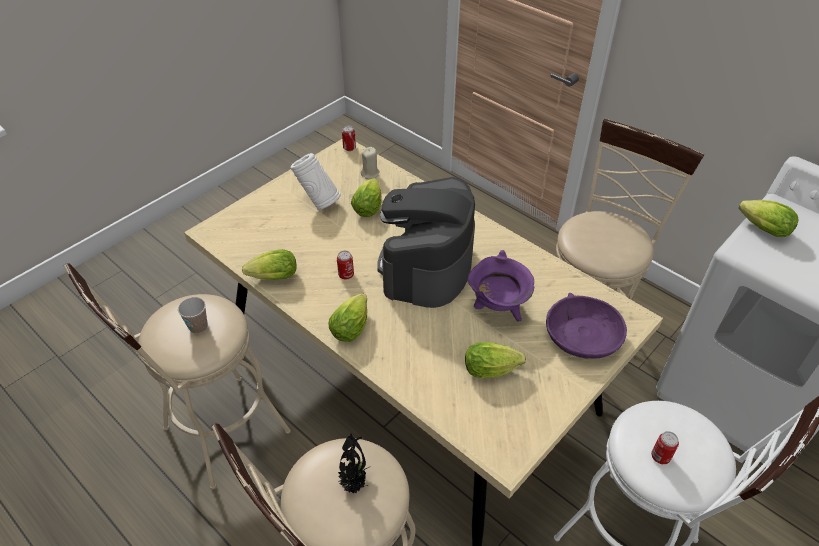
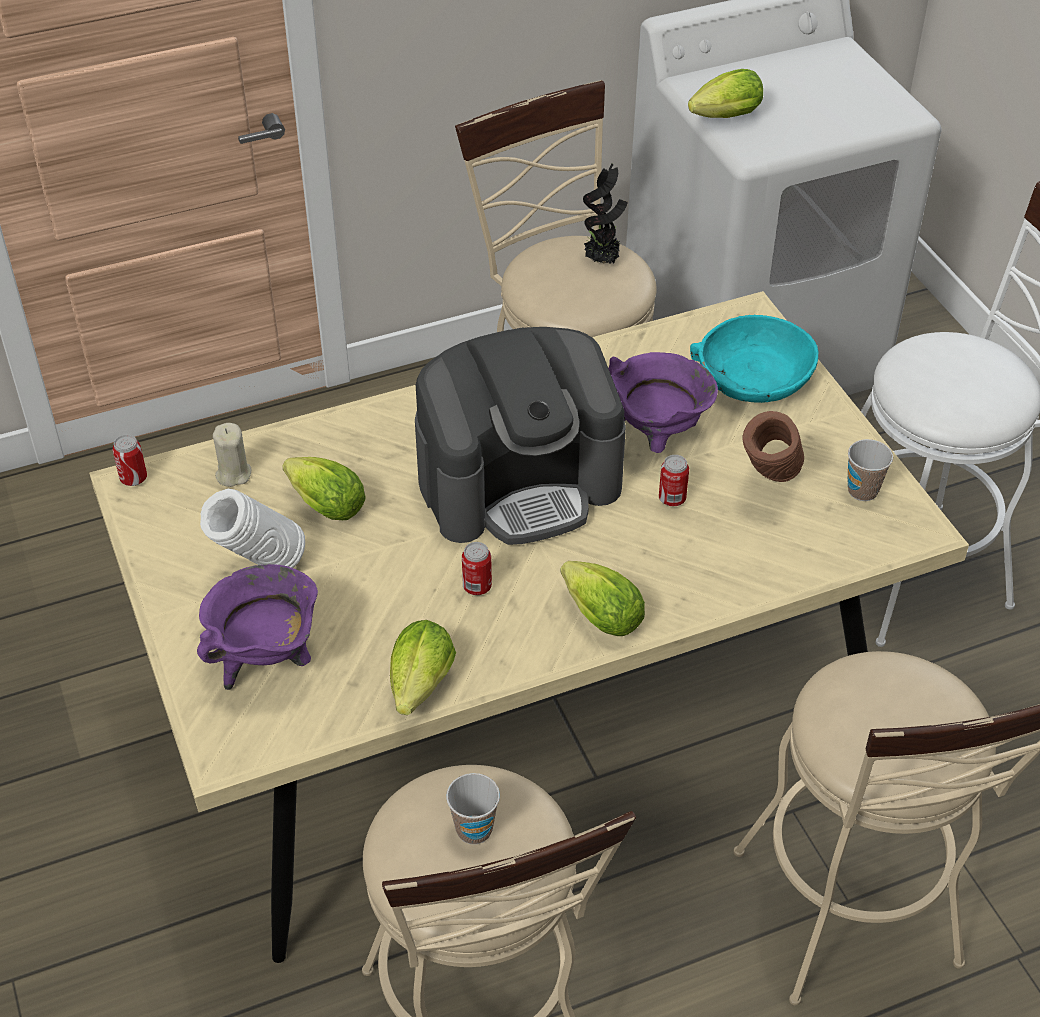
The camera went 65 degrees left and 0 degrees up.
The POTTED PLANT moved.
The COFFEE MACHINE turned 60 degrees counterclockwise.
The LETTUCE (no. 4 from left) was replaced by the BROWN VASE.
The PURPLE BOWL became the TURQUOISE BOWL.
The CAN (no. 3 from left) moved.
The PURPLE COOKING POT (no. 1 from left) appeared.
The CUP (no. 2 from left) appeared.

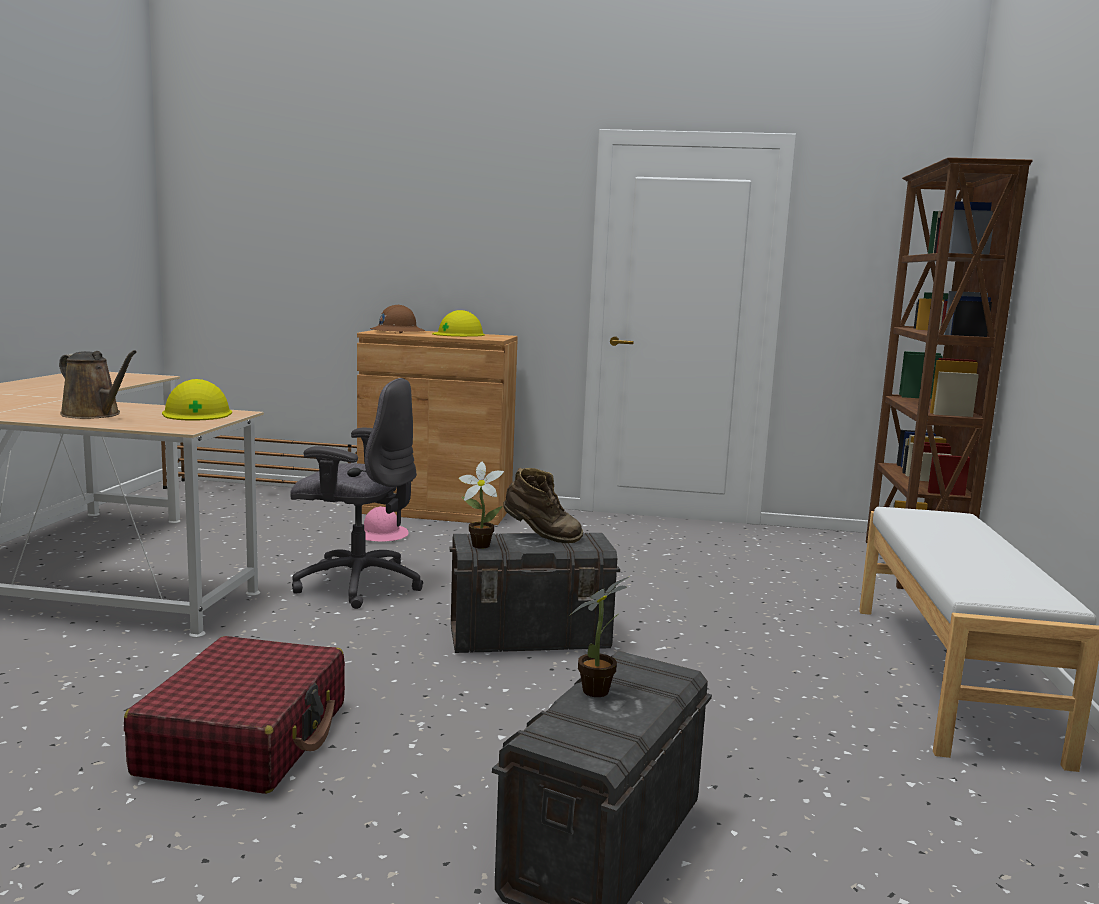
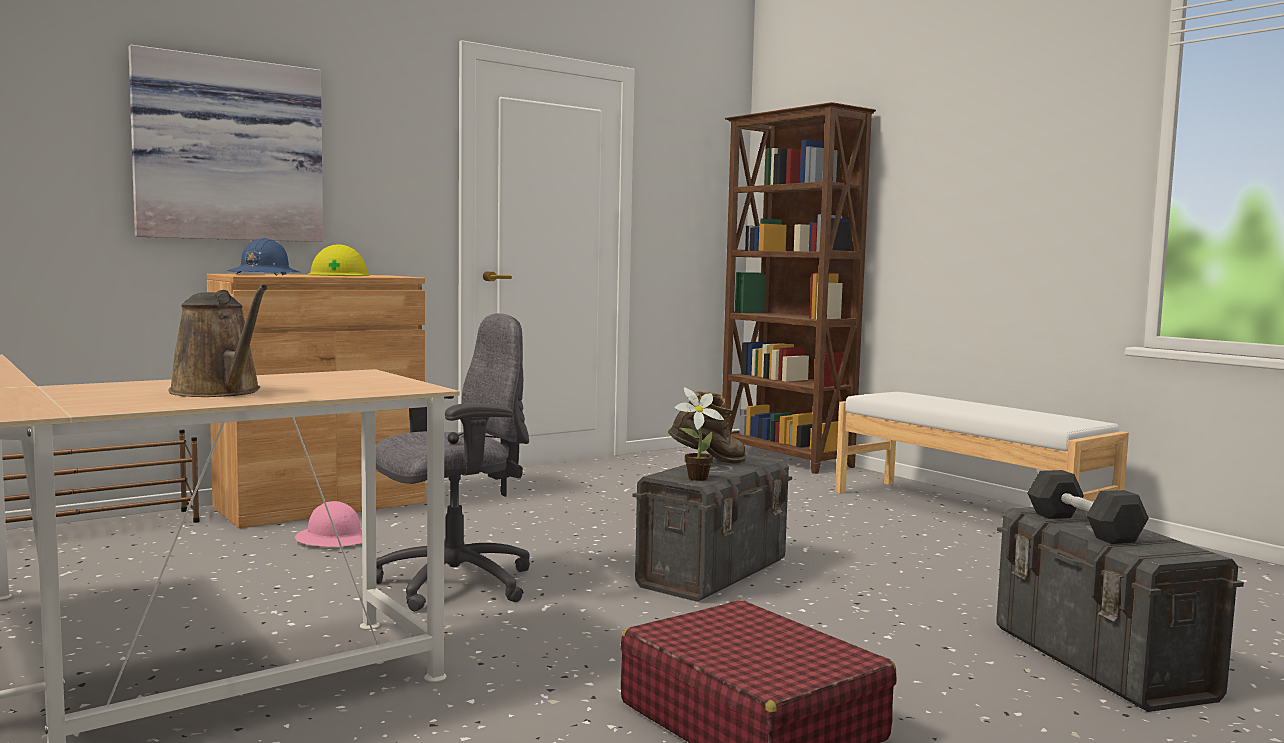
The camera went 45 degrees left and 5 degrees down.
The BROWN WATERING CAN turned 60 degrees clockwise.
The YELLOW HARD HAT (no. 1 from left) disappeared.
The BROWN HARD HAT became the BLUE HARD HAT.
The POTTED PLANT (no. 2 from left) was replaced by the BLACK DUMBBELL.
The PICTURE appeared.

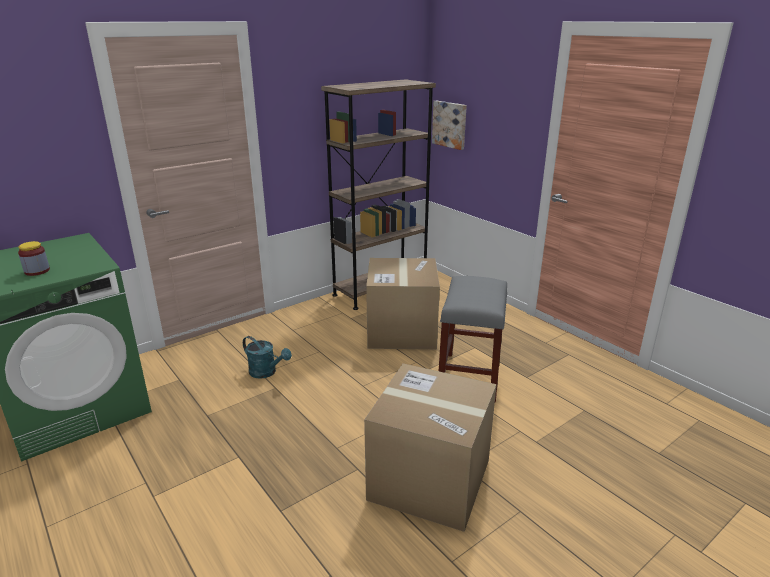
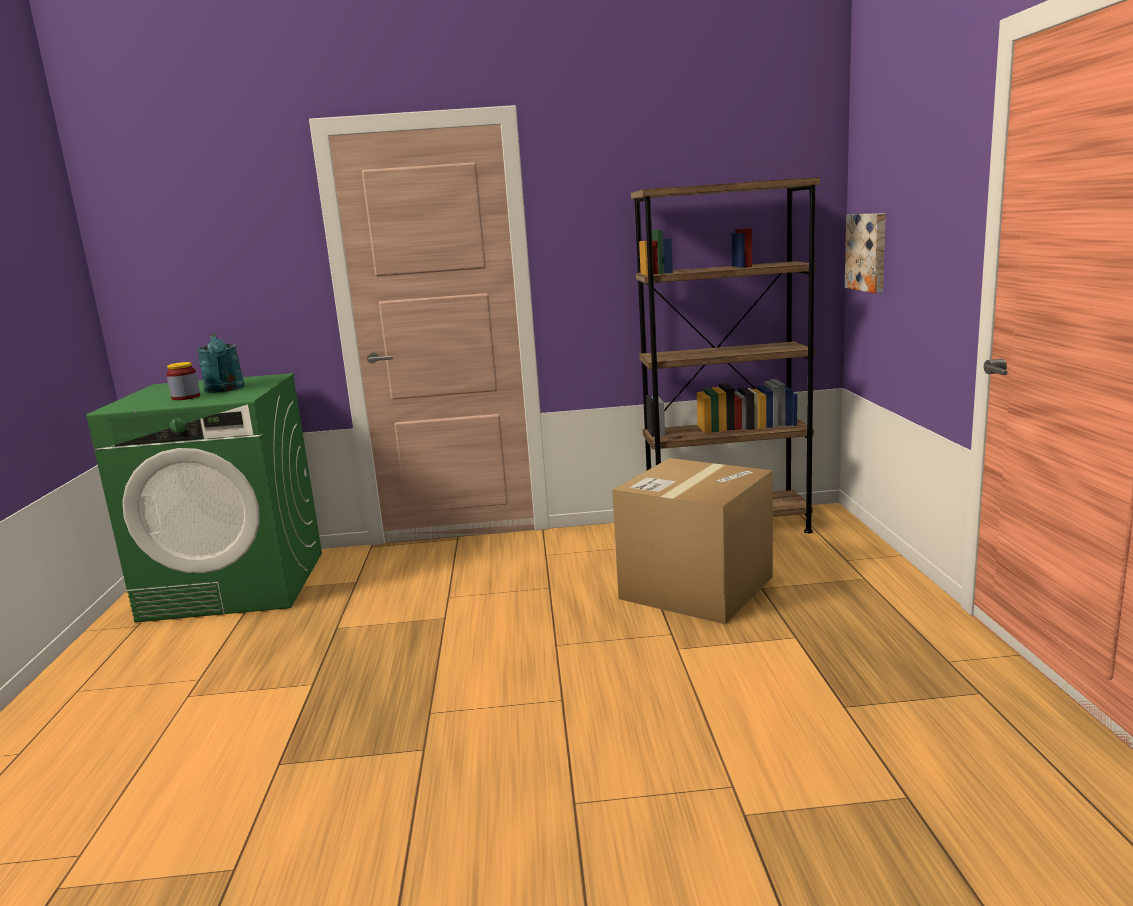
The camera went 35 degrees right and 10 degrees down.
The TURQUOISE WATERING CAN moved.
The CARDBOARD BOX (no. 2 from left) disappeared.
The GREY STOOL disappeared.

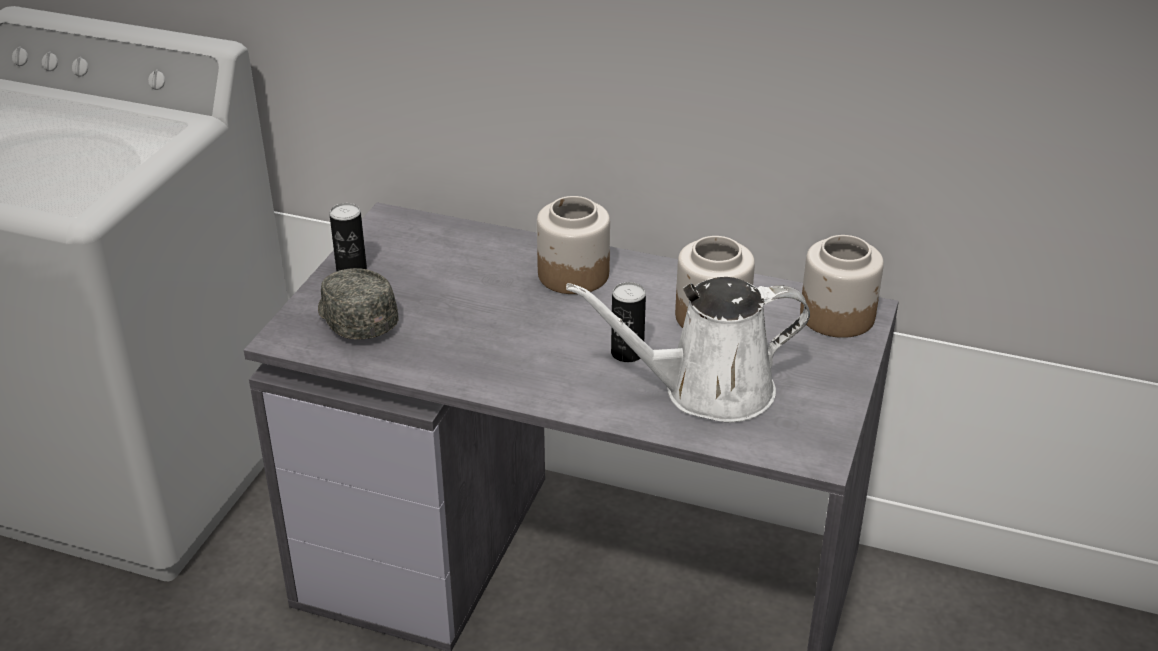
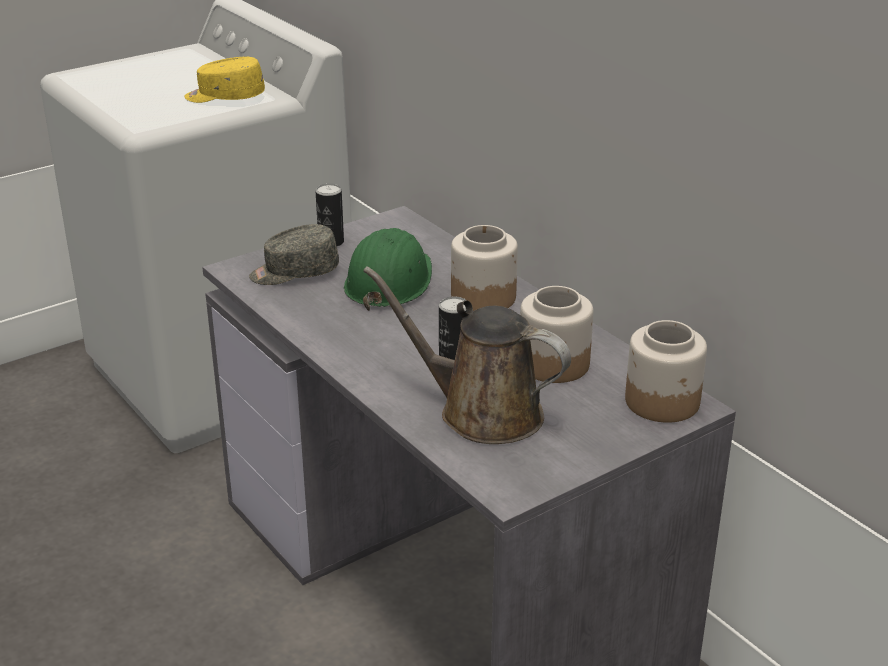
The camera went 35 degrees right and 5 degrees down.
The GREY CAP turned 105 degrees counterclockwise.
The WHITE WATERING CAN became the BROWN WATERING CAN.
The YELLOW CAP appeared.
The GREEN HARD HAT appeared.

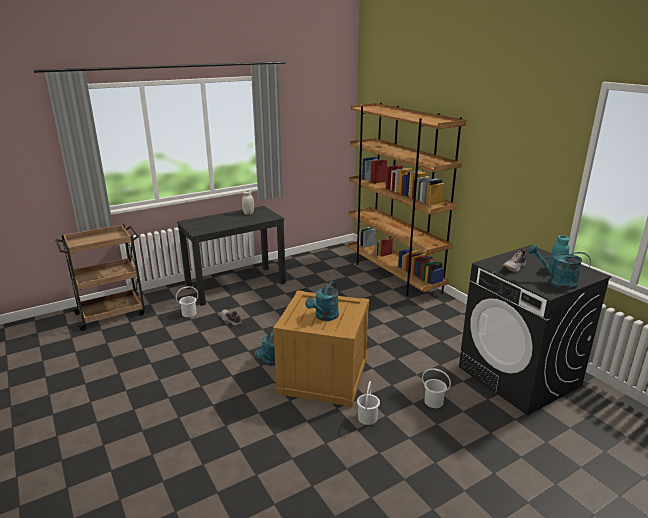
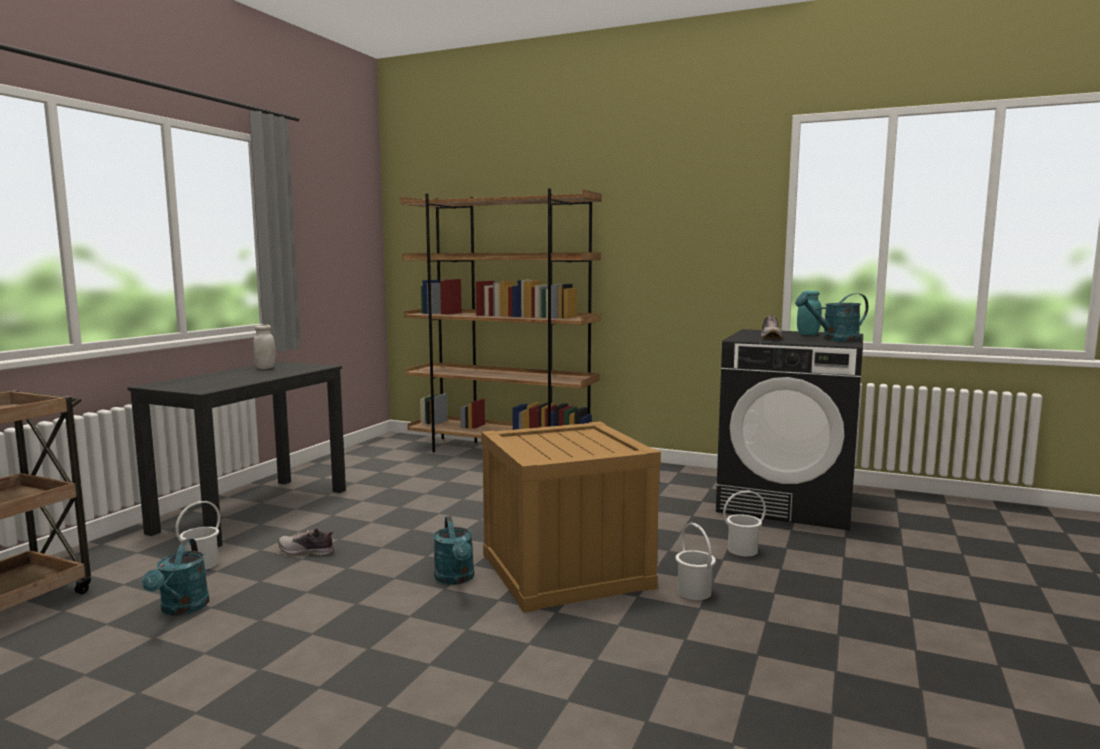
The camera went 35 degrees left and 15 degrees down.
The TURQUOISE WATERING CAN (no. 2 from left in the first image) moved.

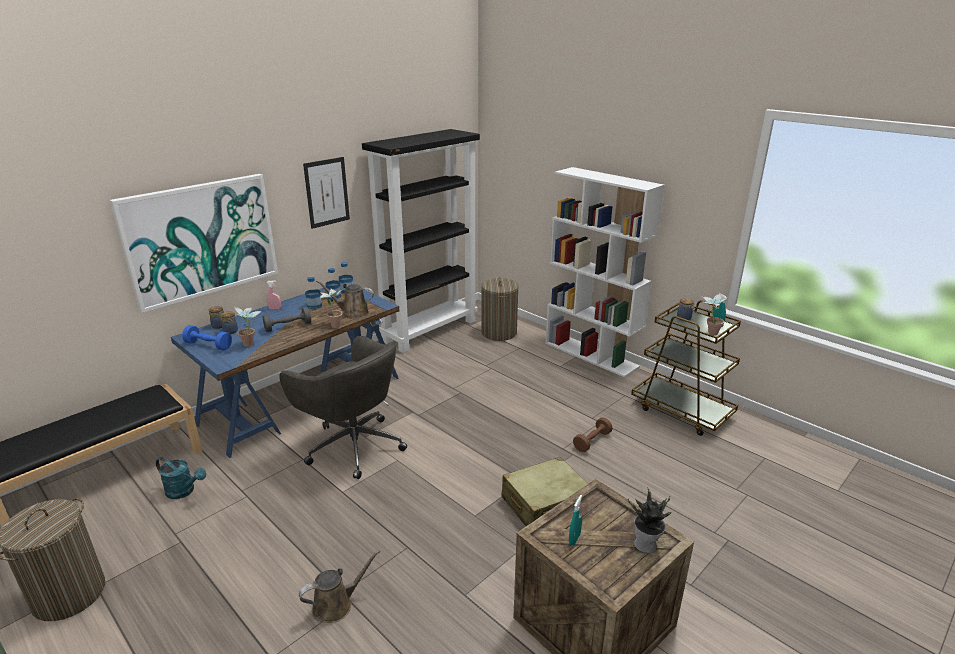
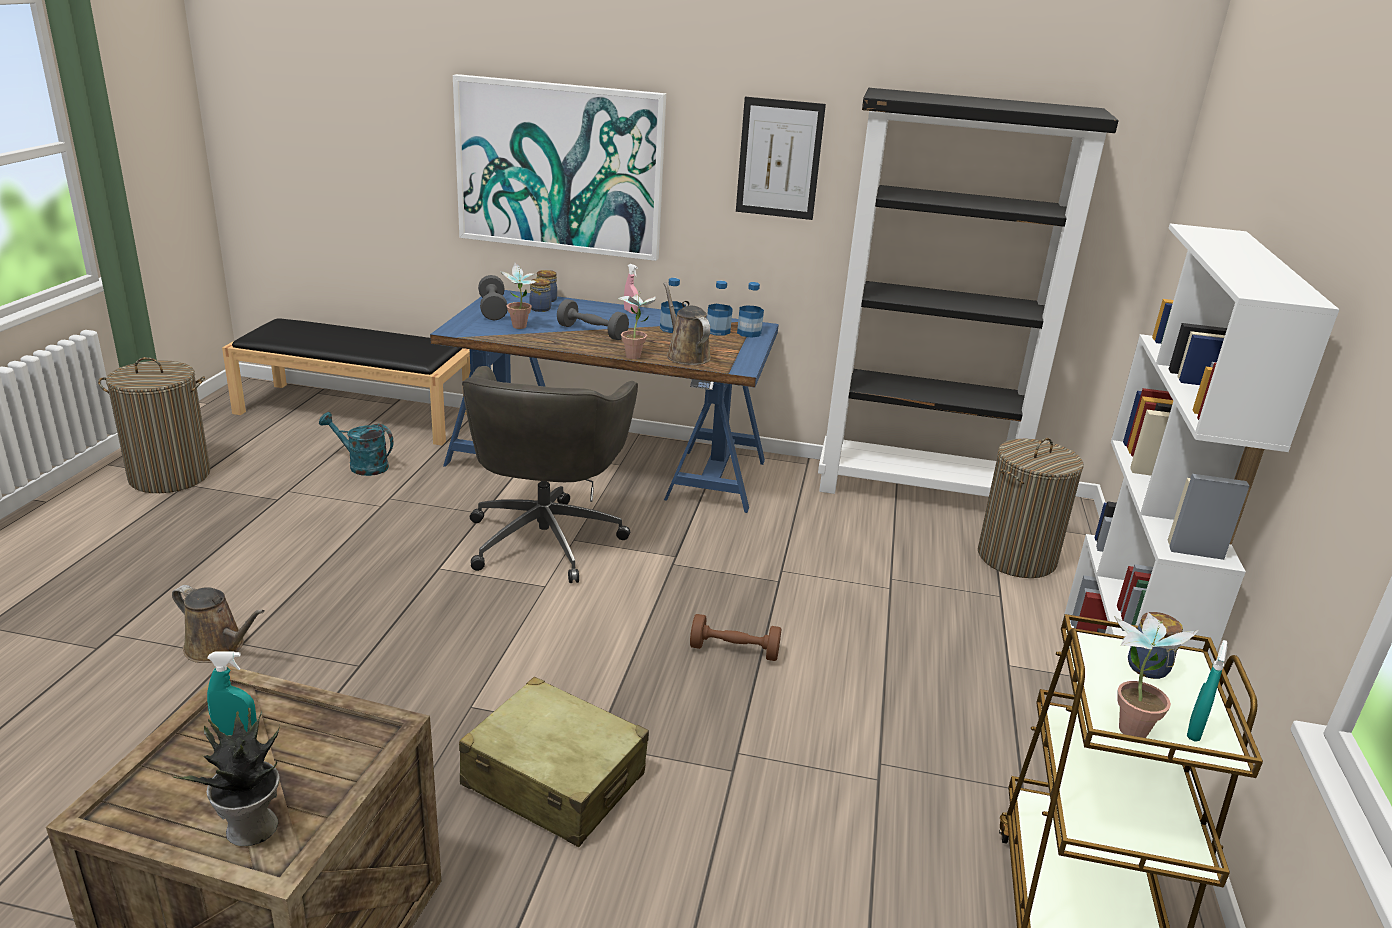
The camera went 55 degrees right and 0 degrees up.
The TURQUOISE WATERING CAN turned 120 degrees clockwise.
The BLUE DUMBBELL became the GREY DUMBBELL (no. 1 from left).
The BROWN DUMBBELL moved.

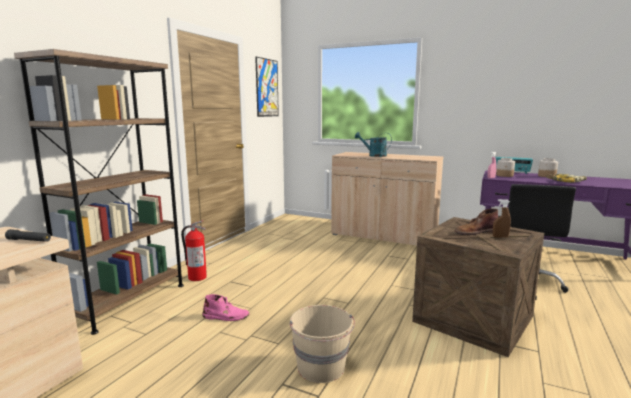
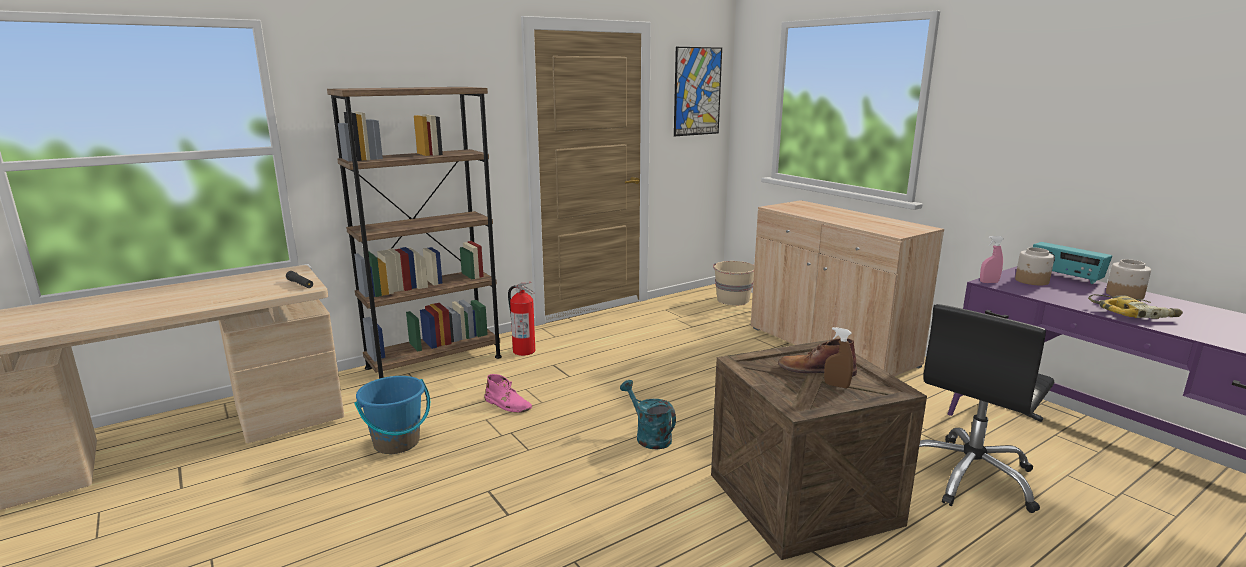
The camera went 30 degrees right and 5 degrees up.
The BEIGE BUCKET moved.
The TURQUOISE WATERING CAN moved.
The BLUE BUCKET appeared.

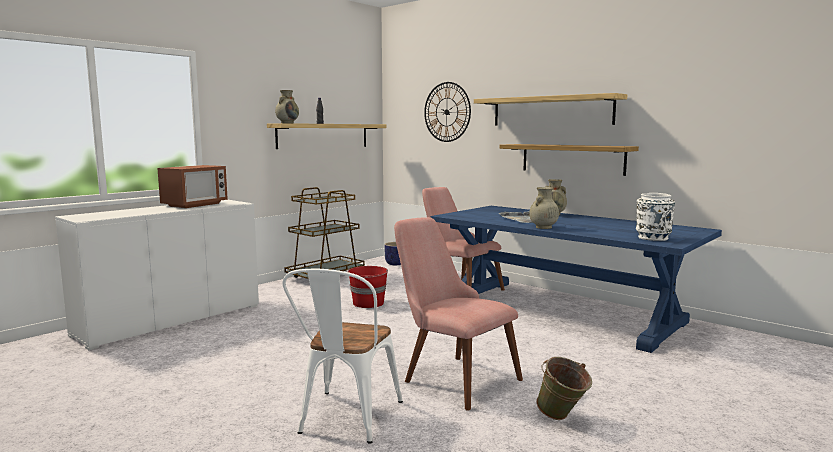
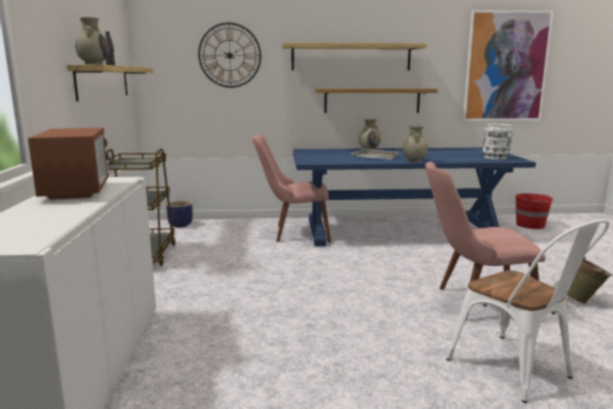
The camera went 45 degrees left and 5 degrees up.
The RED BUCKET moved.
The PICTURE appeared.

